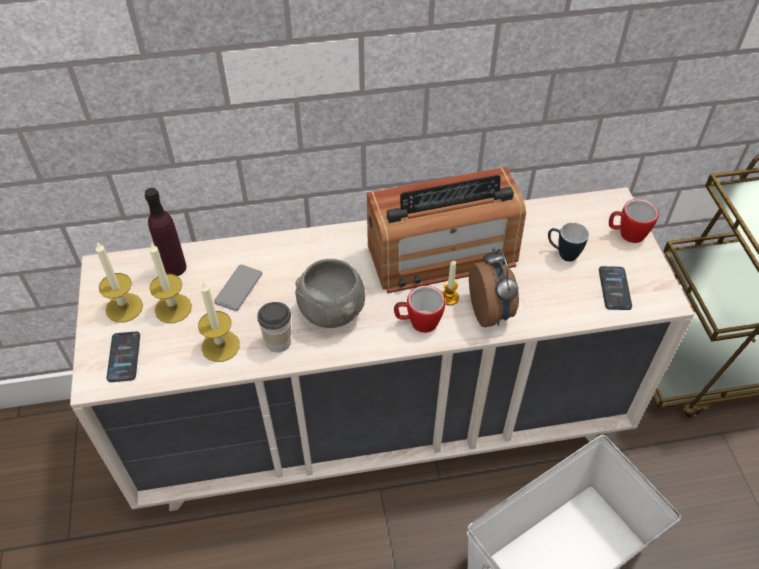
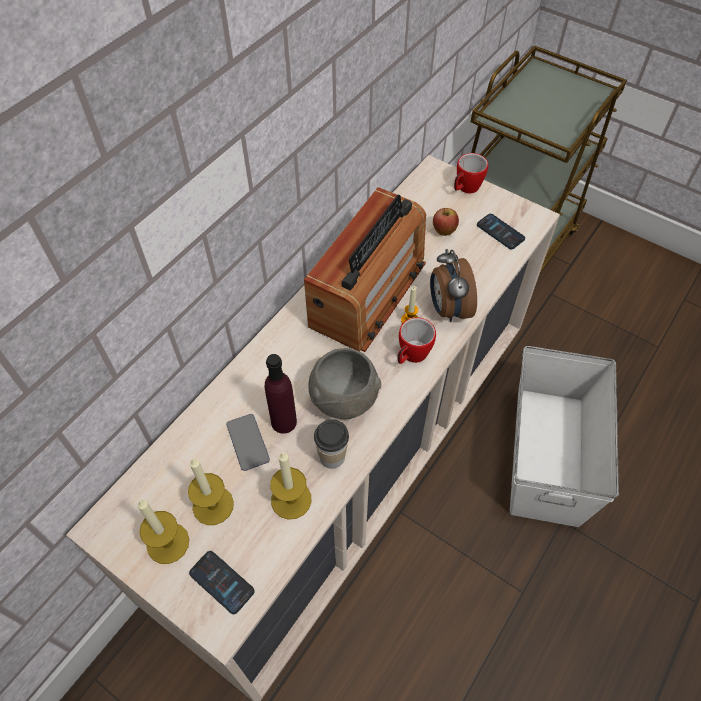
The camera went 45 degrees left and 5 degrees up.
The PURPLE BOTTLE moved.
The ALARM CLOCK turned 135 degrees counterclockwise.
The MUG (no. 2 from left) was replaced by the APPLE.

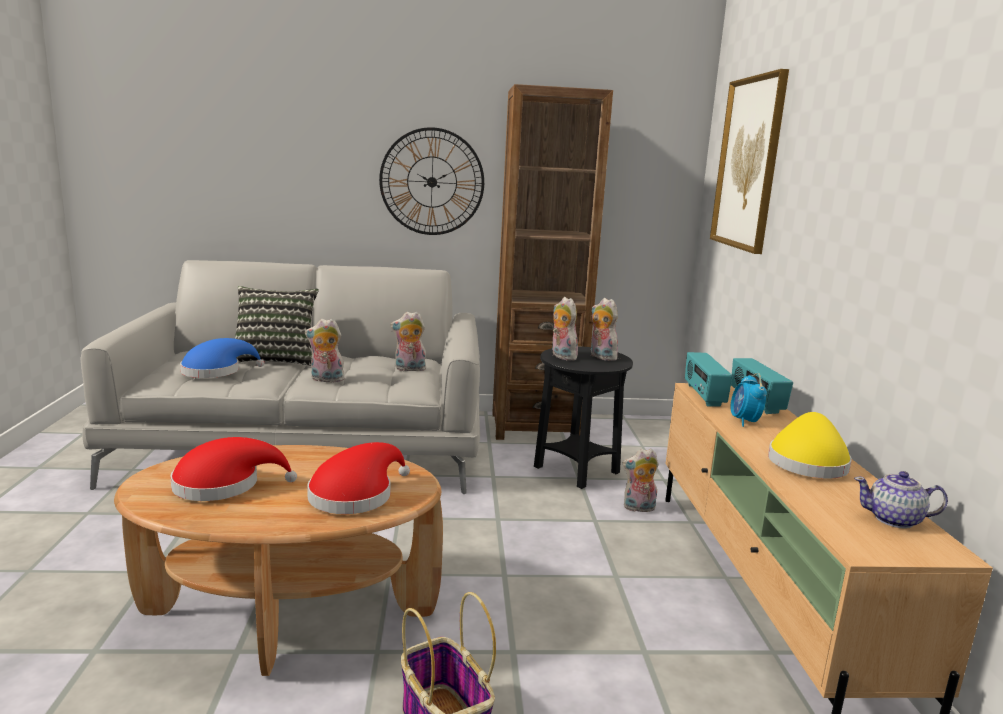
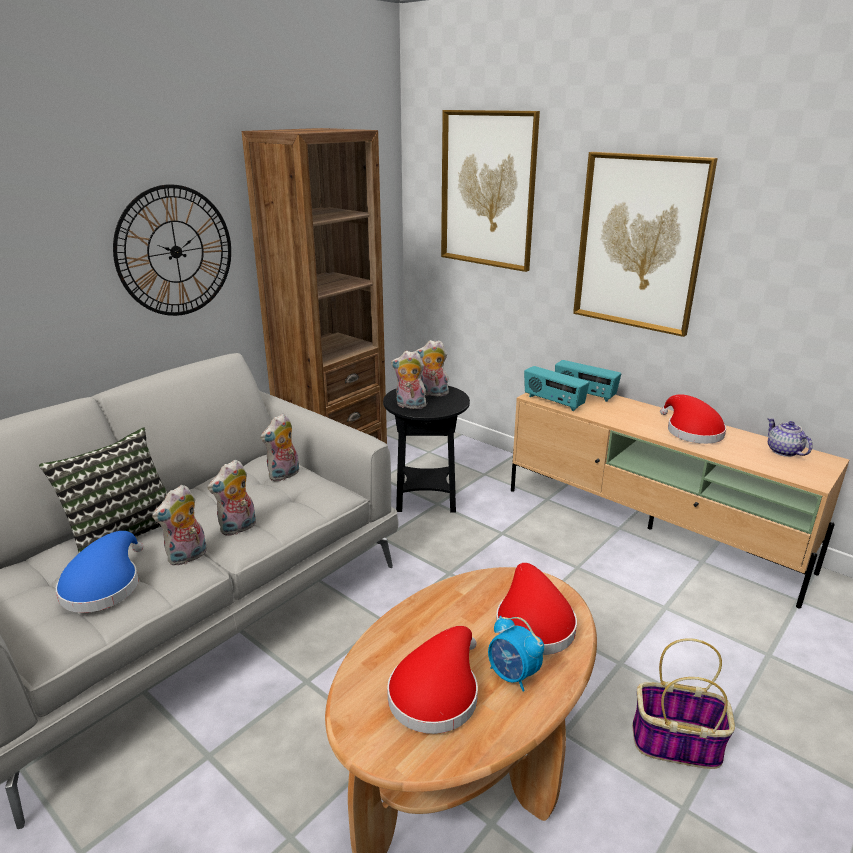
The camera went 45 degrees left and 10 degrees up.
The PLUSH TOY (no. 5 from left in the first image) moved.
The ALARM CLOCK moved.
The YELLOW HAT became the RED HAT (no. 3 from left).
The TEAPOT turned 105 degrees clockwise.
The PICTURE (no. 2 from left) appeared.

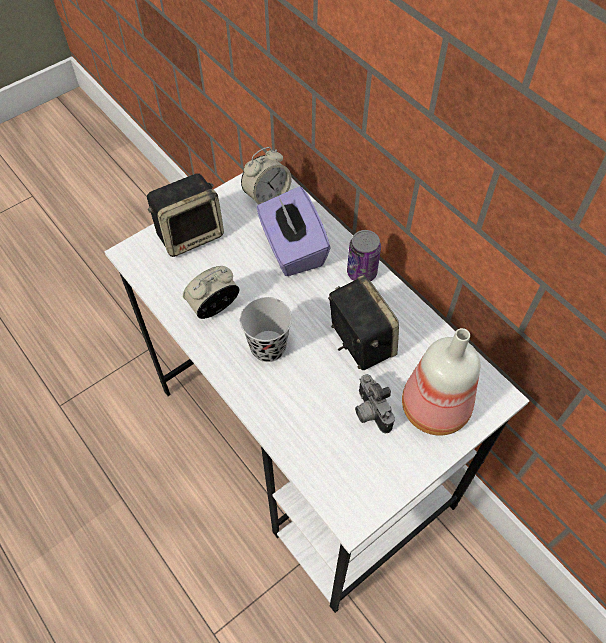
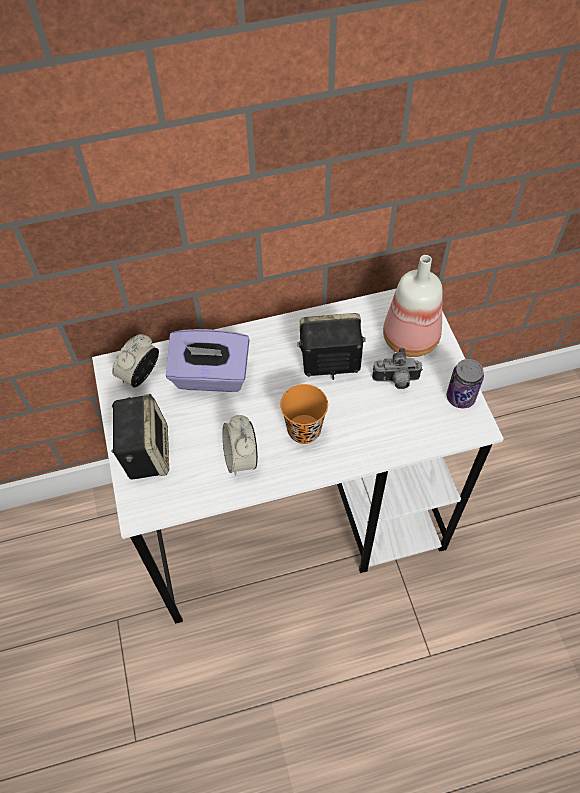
The camera went 65 degrees left and 0 degrees up.
The BLACK CUP became the ORANGE CUP.
The ALARM CLOCK (no. 2 from left in the first image) turned 135 degrees counterclockwise.
The CAN moved.

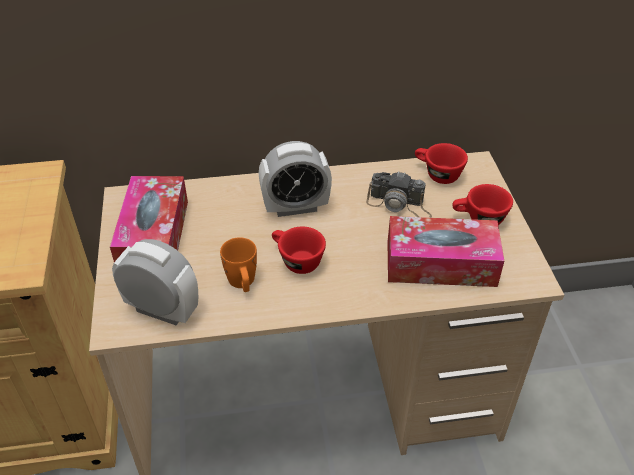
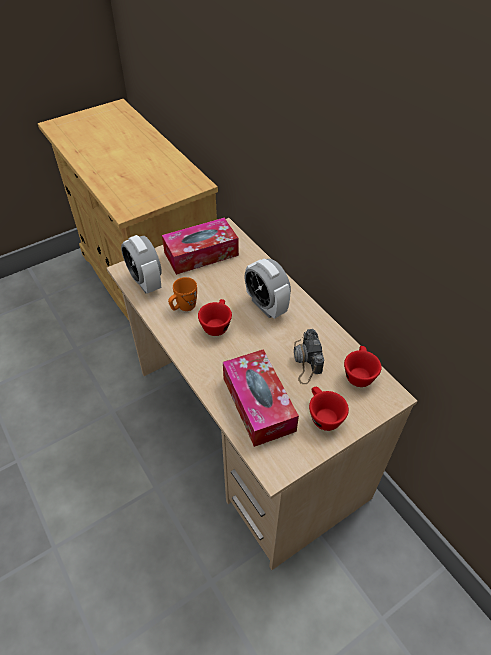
The camera went 65 degrees right and 5 degrees up.
The ALARM CLOCK (no. 1 from left) turned 150 degrees clockwise.

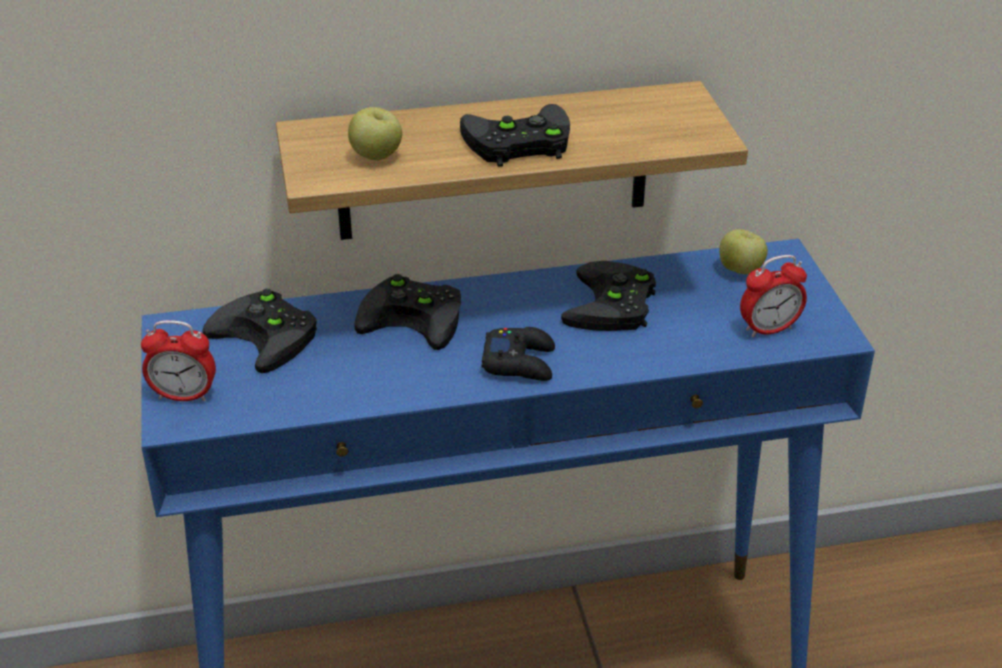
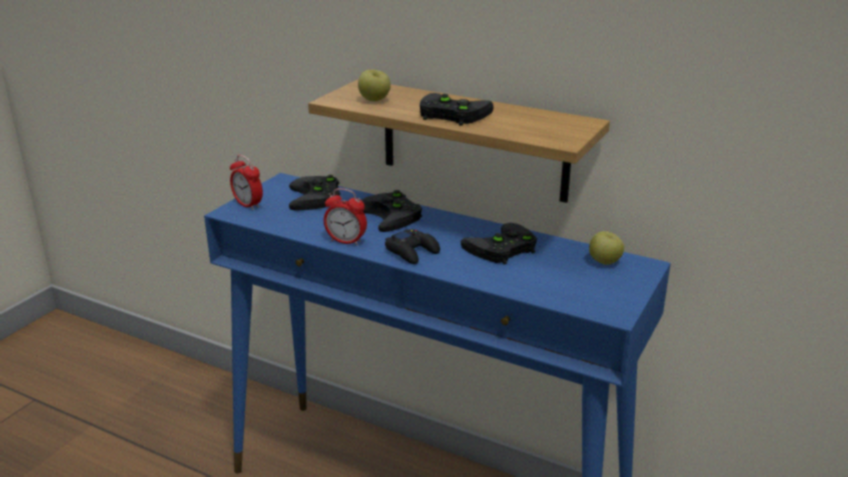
The camera went 40 degrees right and 10 degrees down.
The ALARM CLOCK (no. 2 from left) moved.

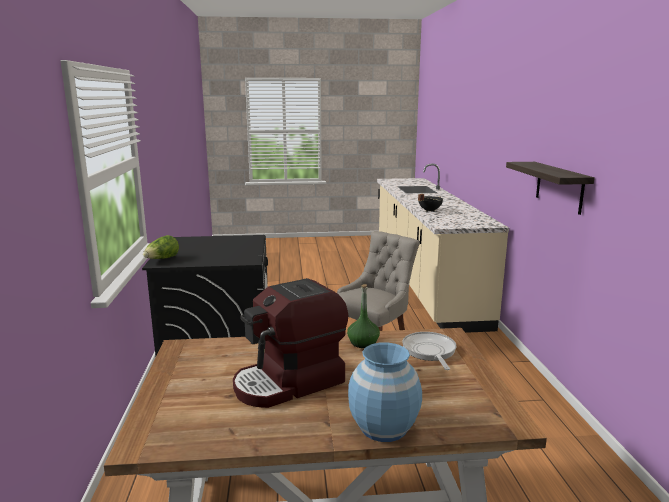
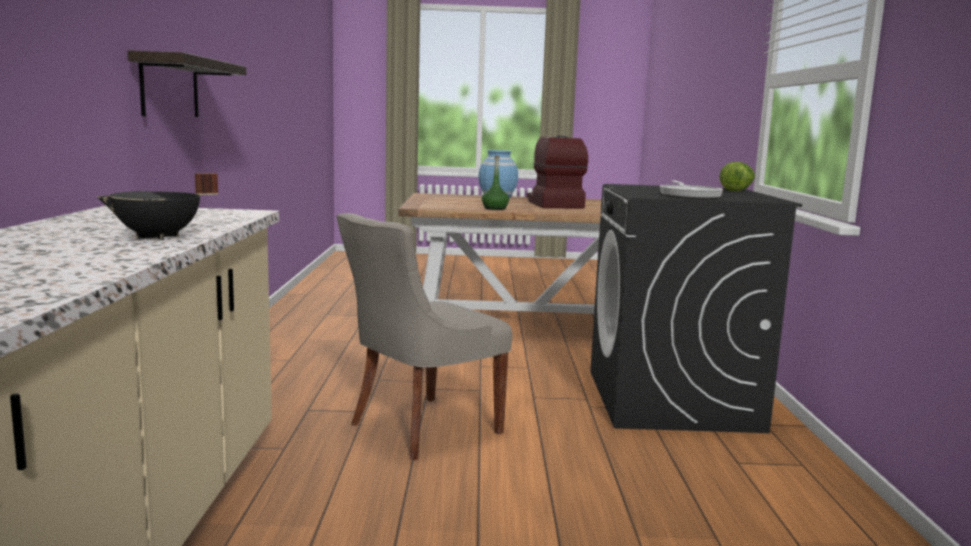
The camera went 175 degrees left and 5 degrees down.
The COFFEE MACHINE turned 75 degrees counterclockwise.
The FRYING PAN moved.

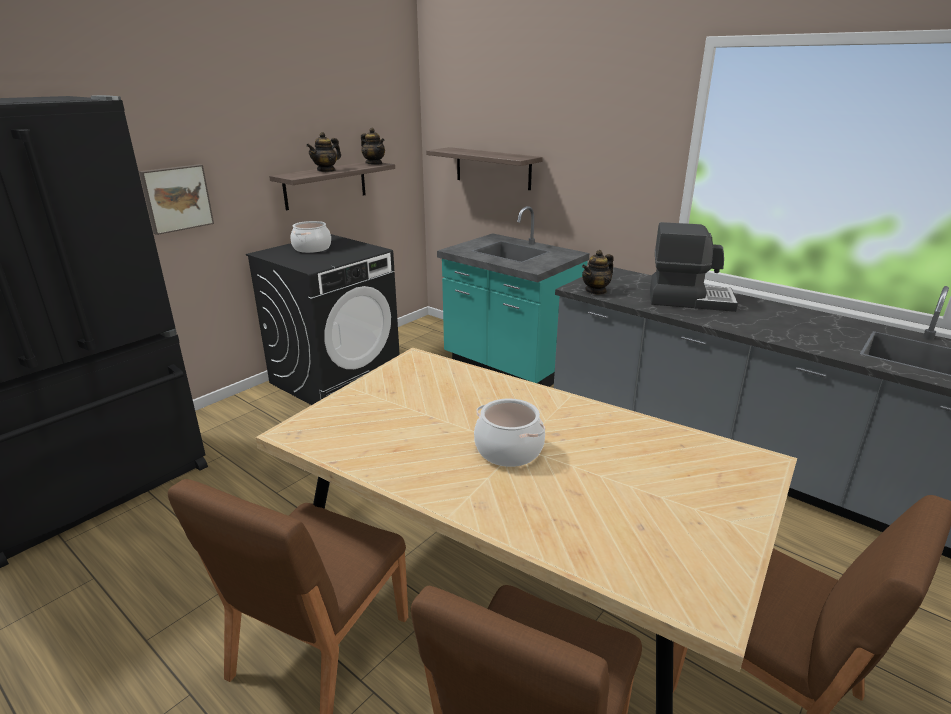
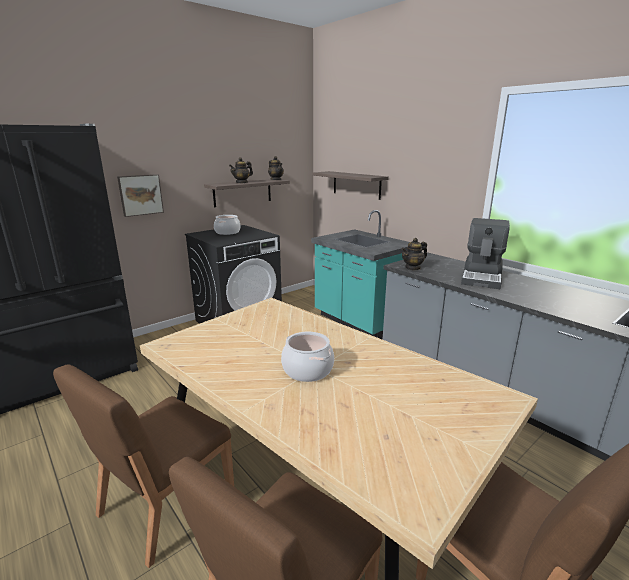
The camera went 10 degrees right and 5 degrees down.
The COFFEE MACHINE turned 90 degrees clockwise.

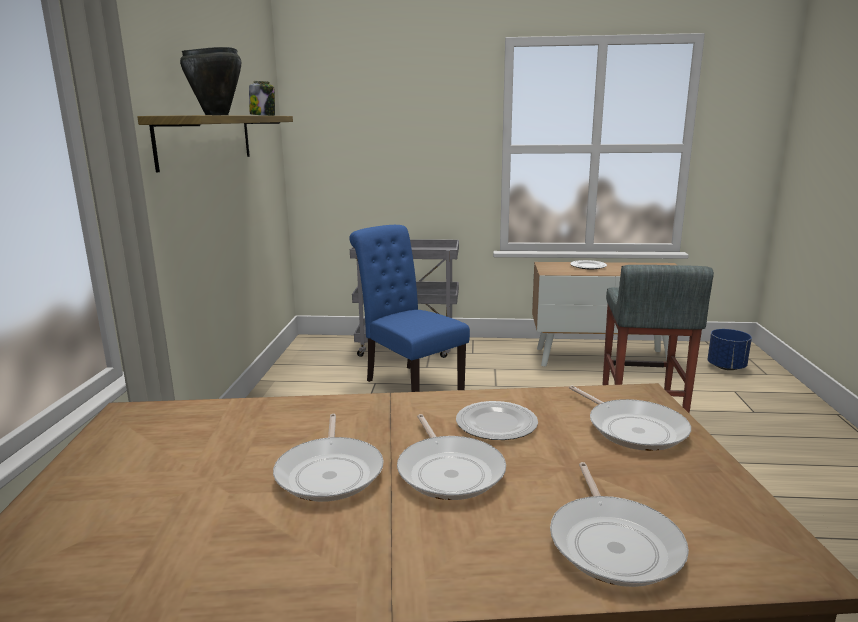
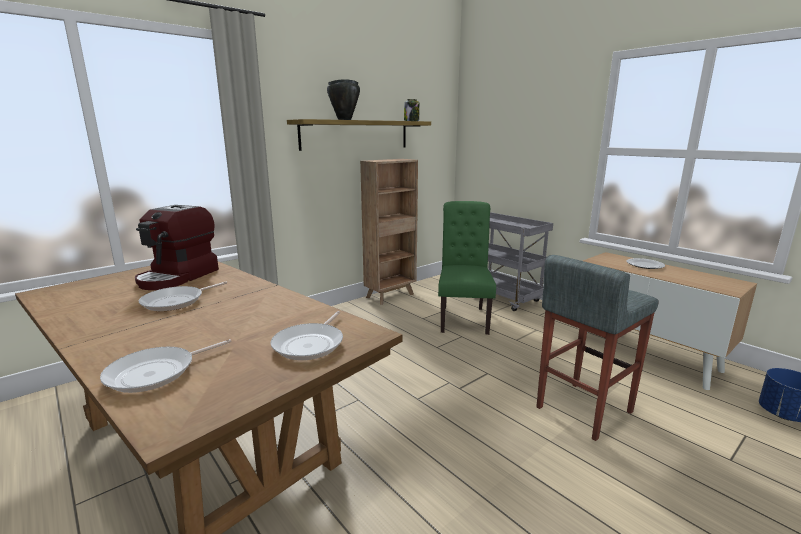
The camera went 45 degrees right and 0 degrees up.
The BLUE CHAIR became the GREEN CHAIR.
The FRYING PAN (no. 2 from left) disappeared.
The PLATE (no. 1 from left) disappeared.
The COFFEE MACHINE appeared.
The BROWN BOOKCASE appeared.

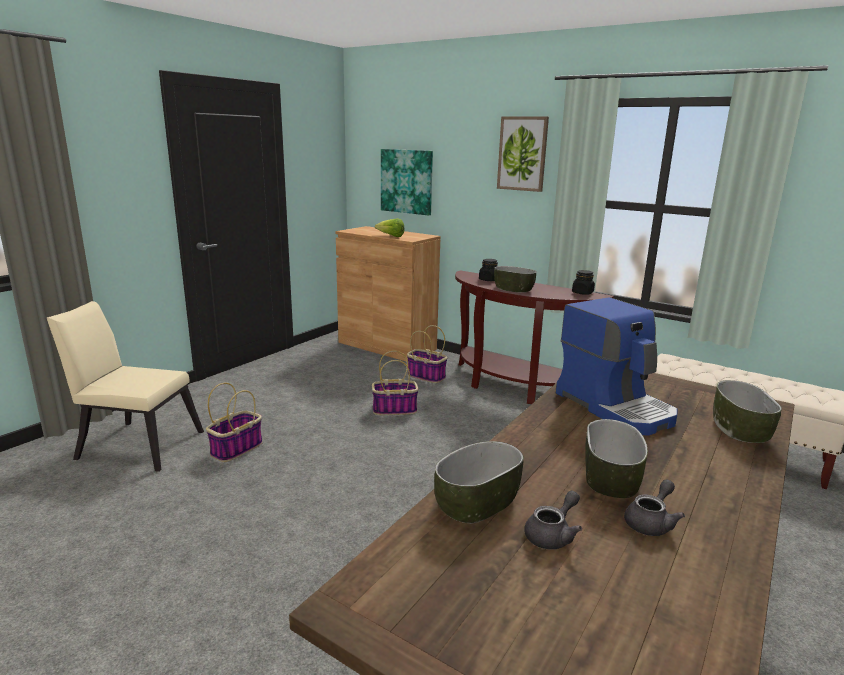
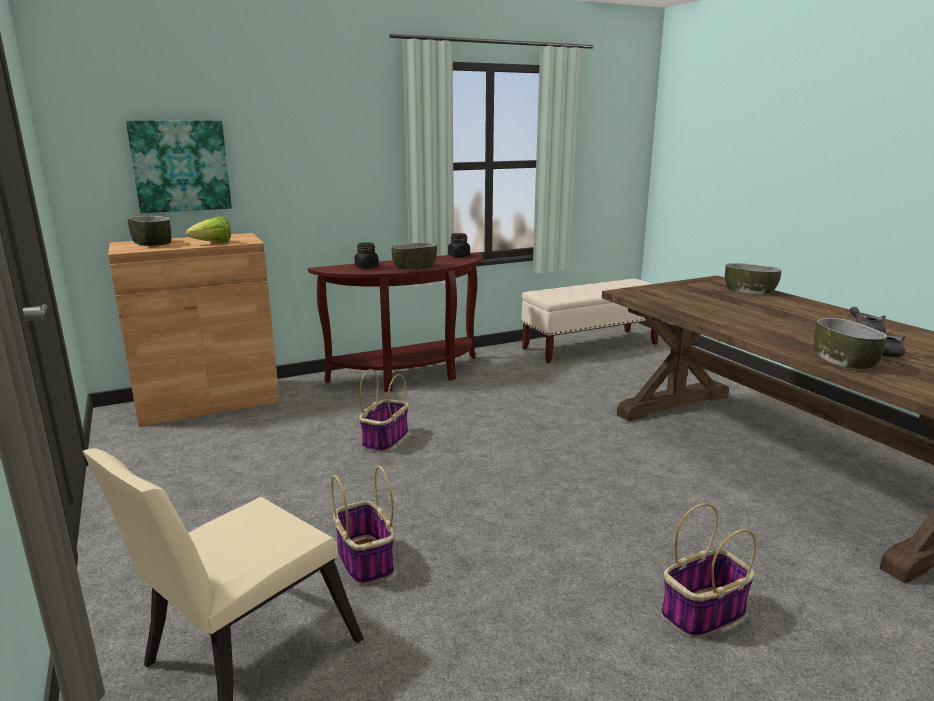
The camera went 60 degrees left and 0 degrees up.
The BASKET (no. 3 from left) moved.
The PICTURE (no. 2 from left) disappeared.
The COFFEE MACHINE disappeared.
The BOWL (no. 3 from left in the first image) moved.

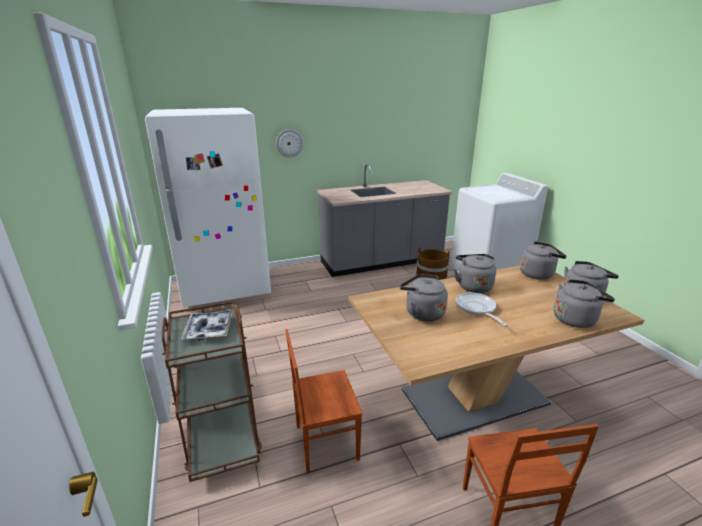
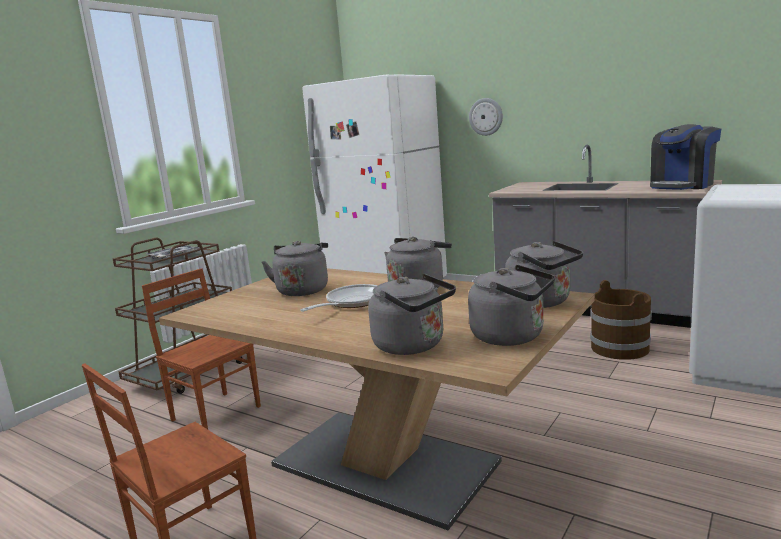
The camera went 55 degrees right and 10 degrees down.
The COFFEE MACHINE appeared.

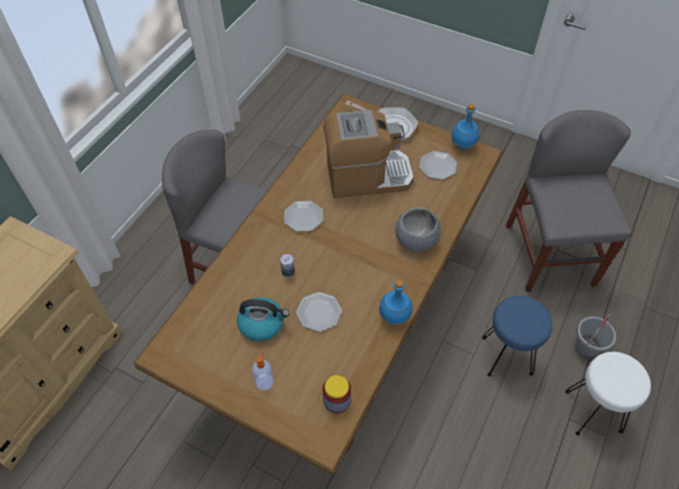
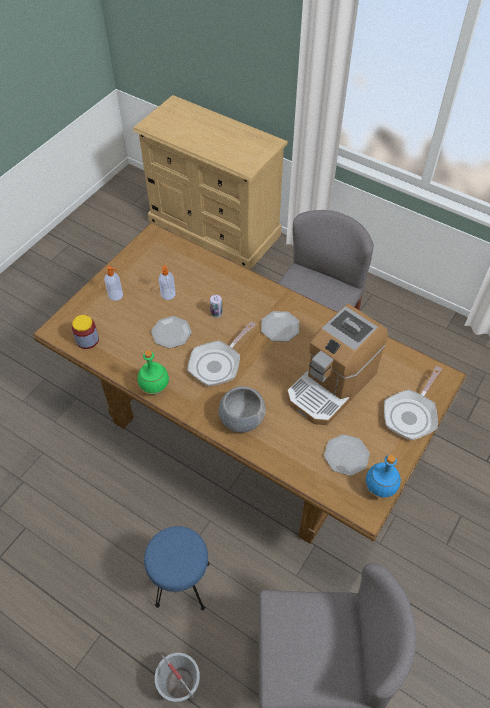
The camera went 95 degrees right and 0 degrees up.
The KETTLE was replaced by the SOAP DISPENSER (no. 2 from left).
The COFFEE MACHINE turned 45 degrees clockwise.
The BLUE BOTTLE (no. 1 from left) became the GREEN BOTTLE.
The WHITE STOOL disappeared.
The FRYING PAN (no. 1 from left) appeared.

